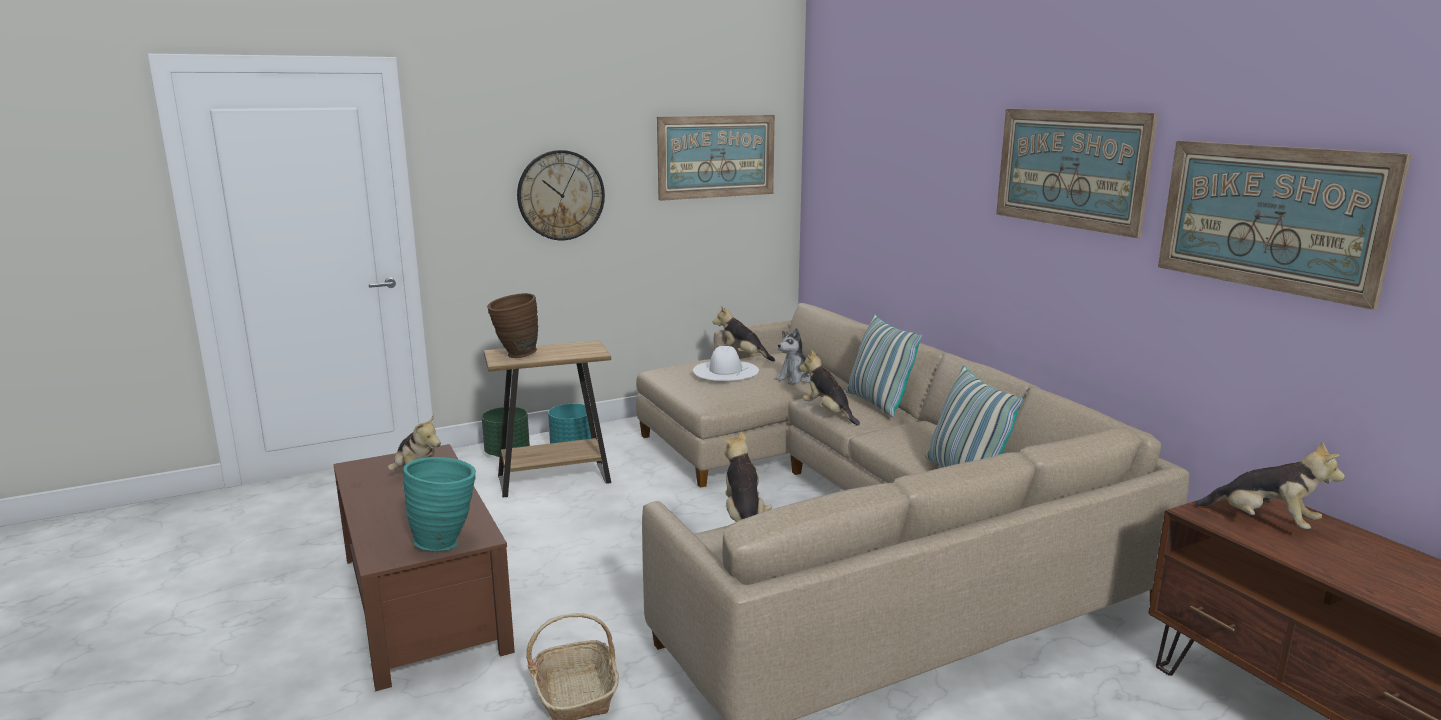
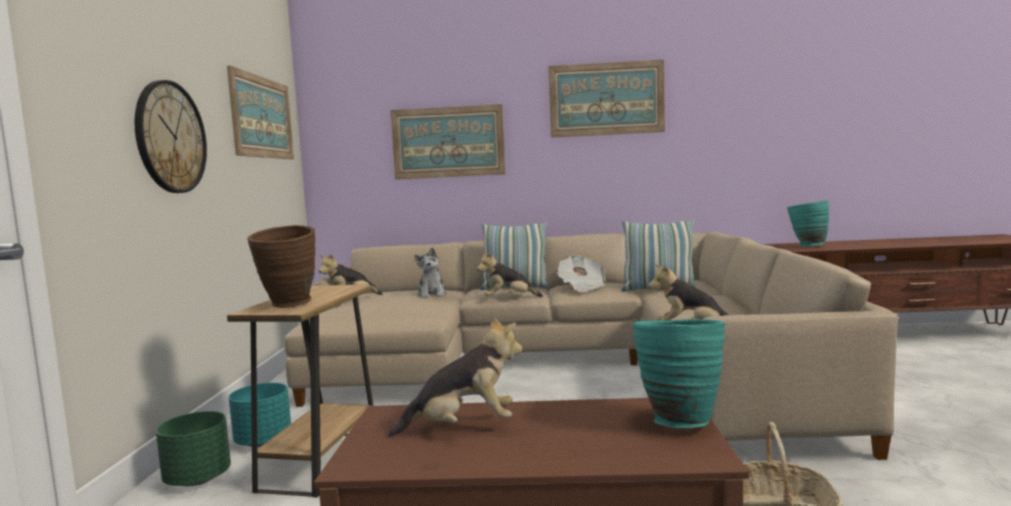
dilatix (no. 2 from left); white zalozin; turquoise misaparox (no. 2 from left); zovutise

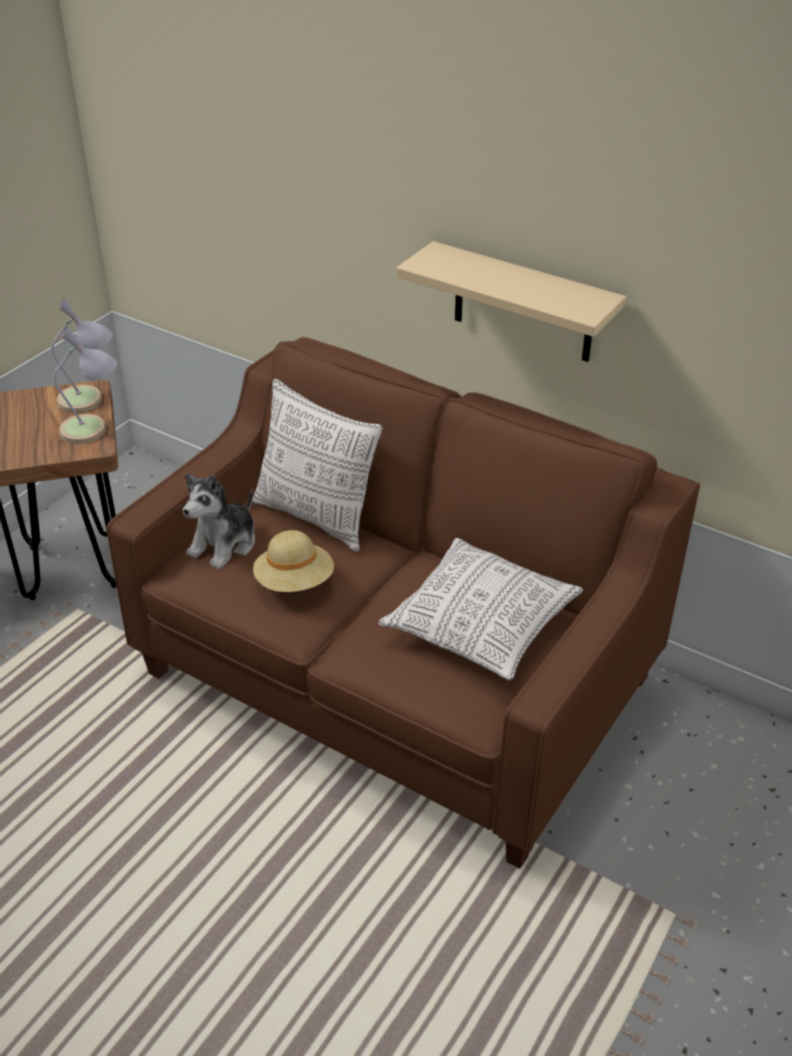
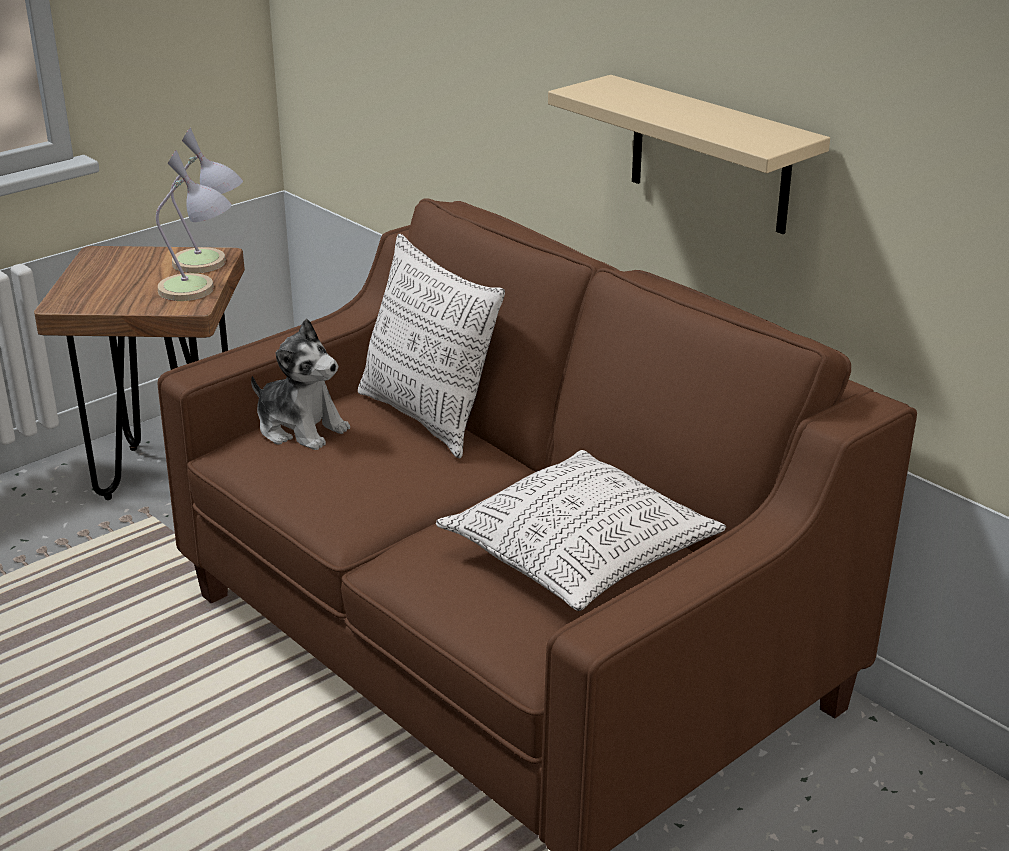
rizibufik; beige zalozin

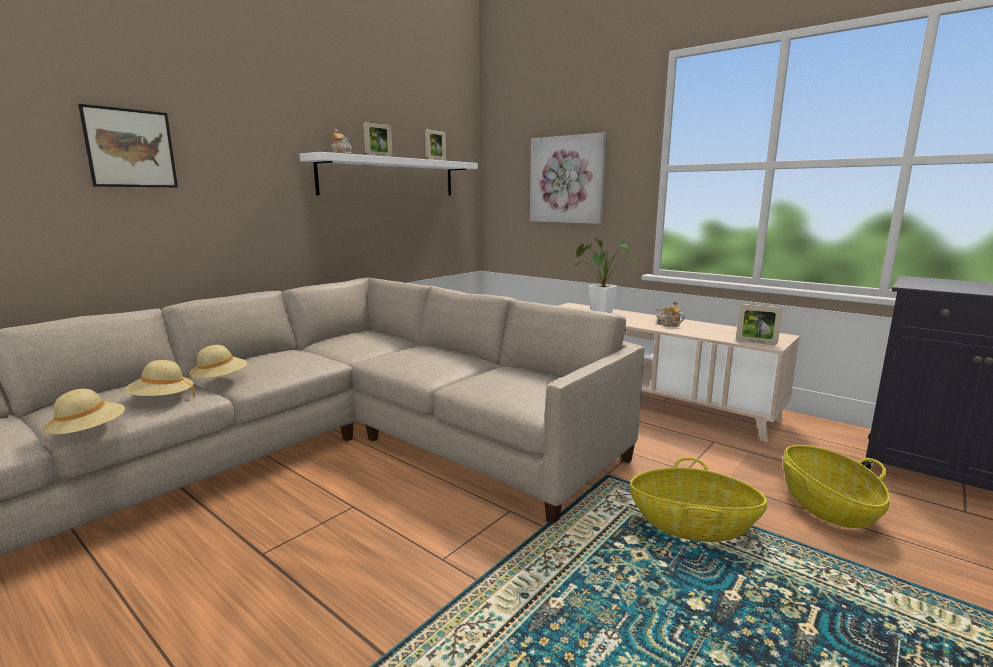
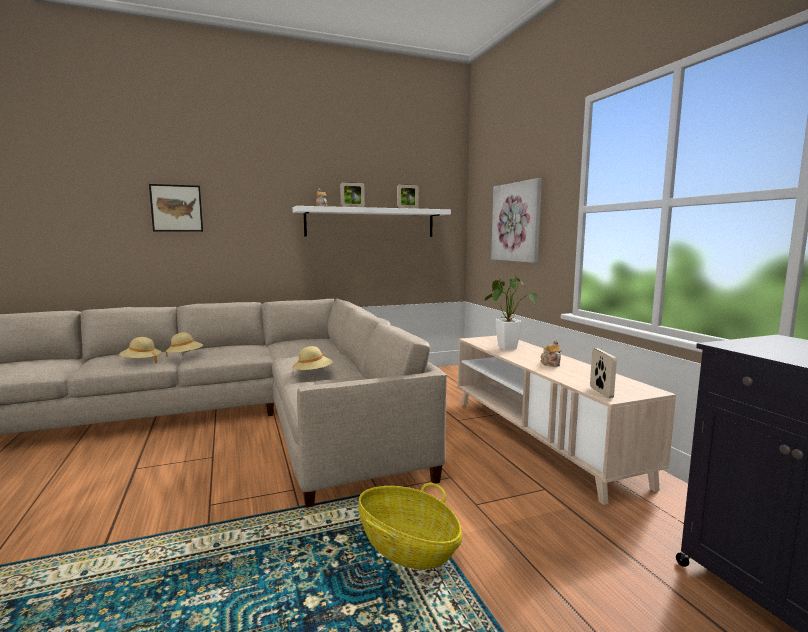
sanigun (no. 3 from left); beige zalozin (no. 3 from left); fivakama (no. 2 from left in the first image)

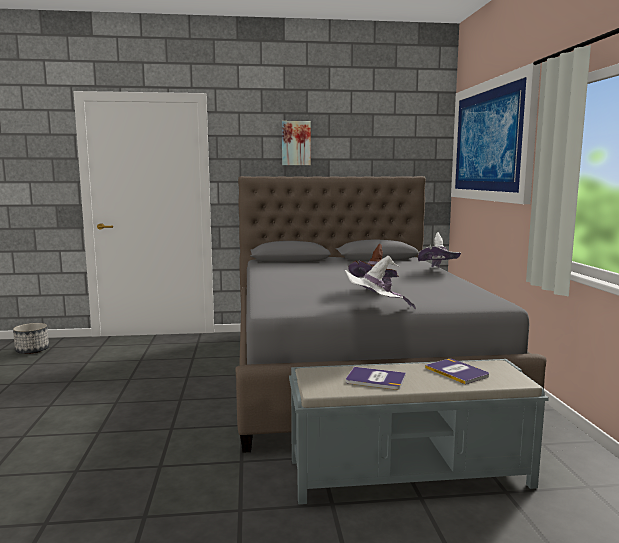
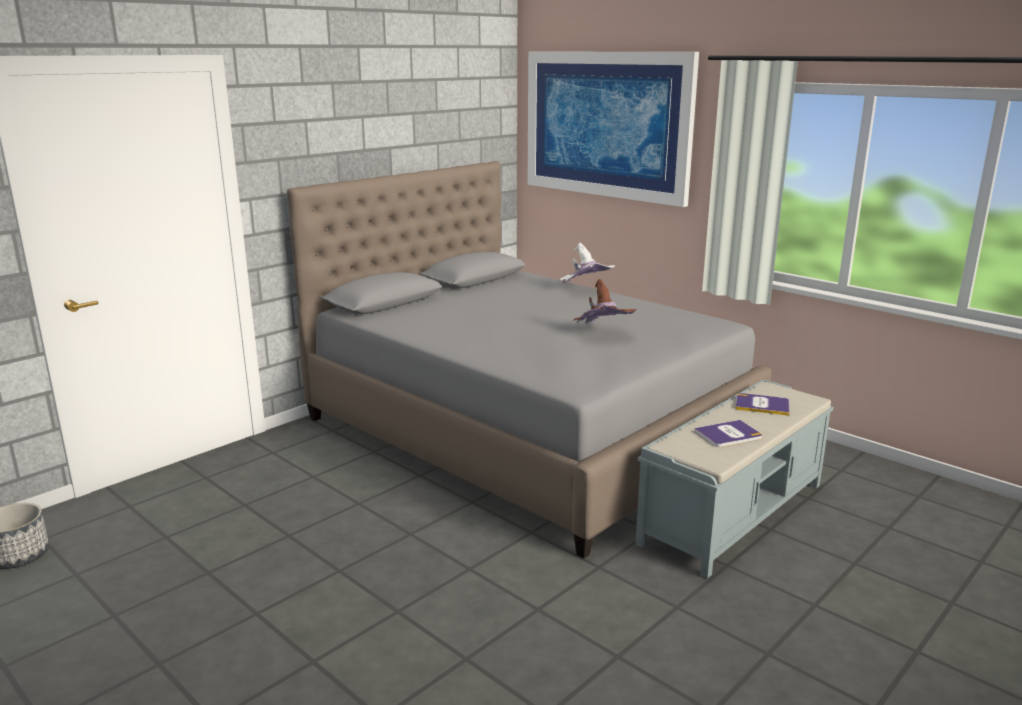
dilatix (no. 1 from left in the first image); white zalozin (no. 1 from left in the first image)

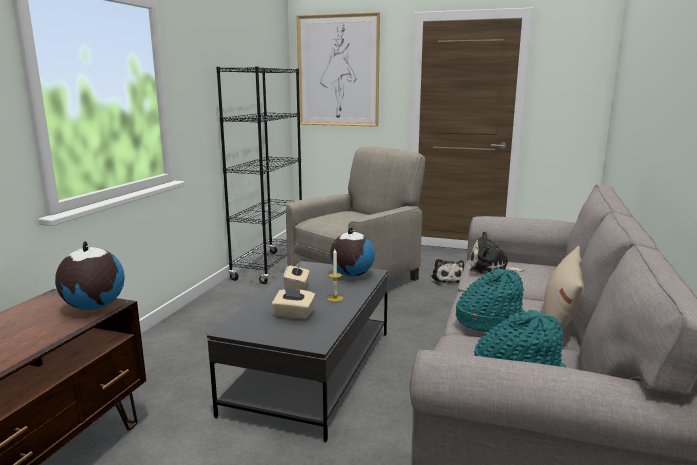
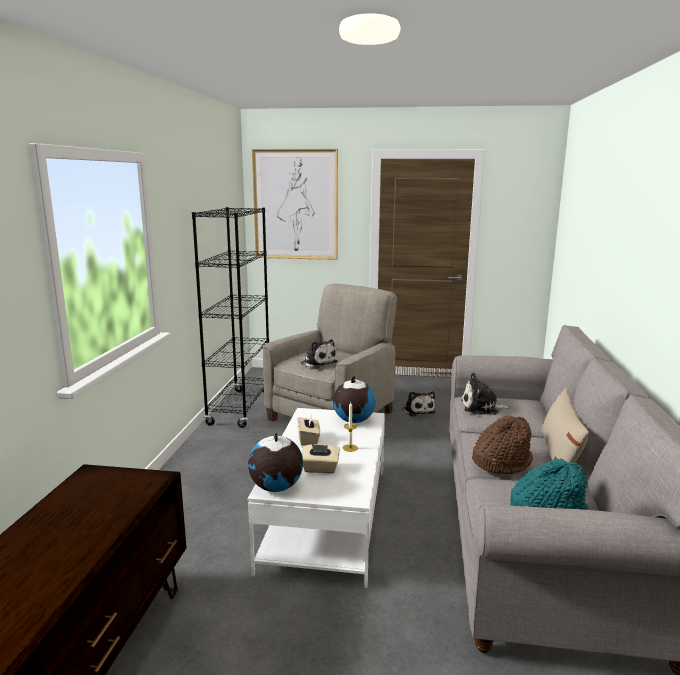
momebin (no. 1 from left); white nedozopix; brown zalozin; rizibufik (no. 1 from left)

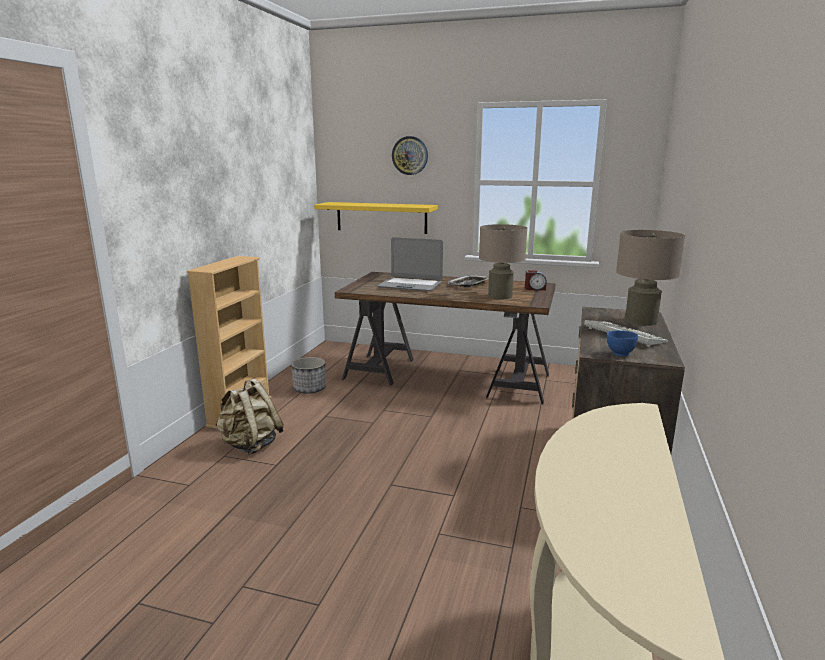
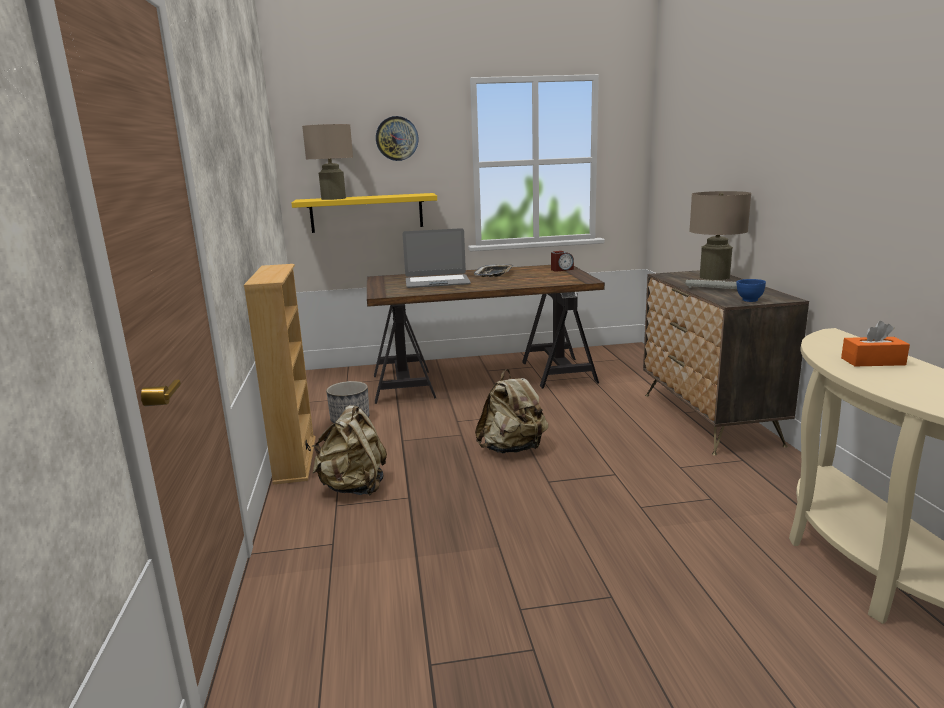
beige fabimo (no. 1 from left); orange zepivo; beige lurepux (no. 2 from left)

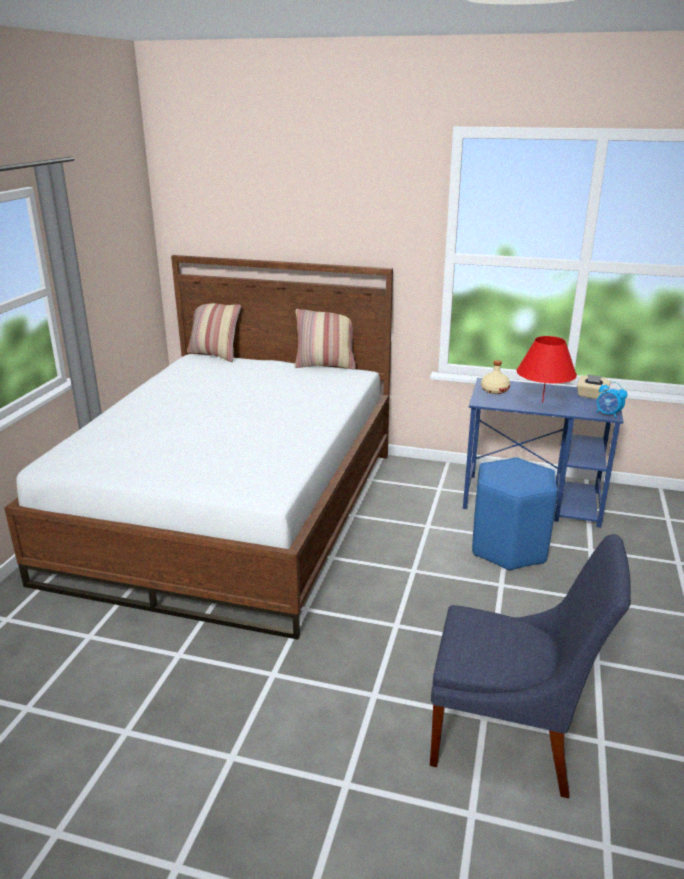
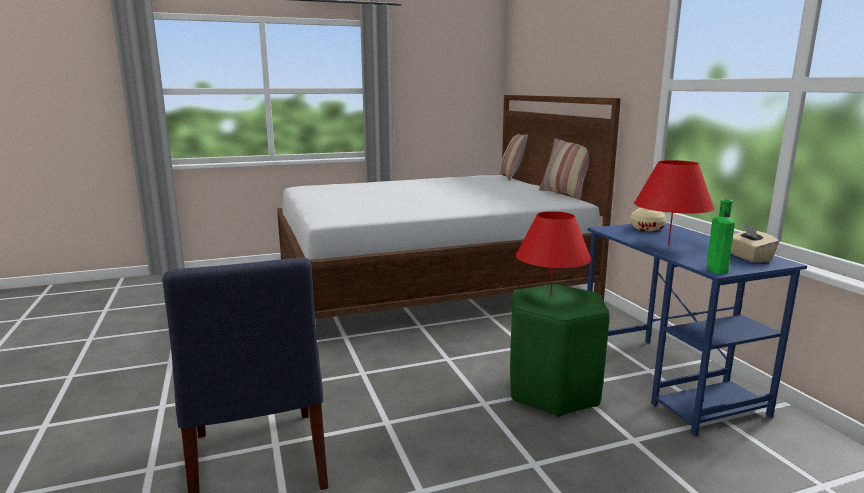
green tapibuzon; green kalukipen; red fabimo (no. 1 from left)

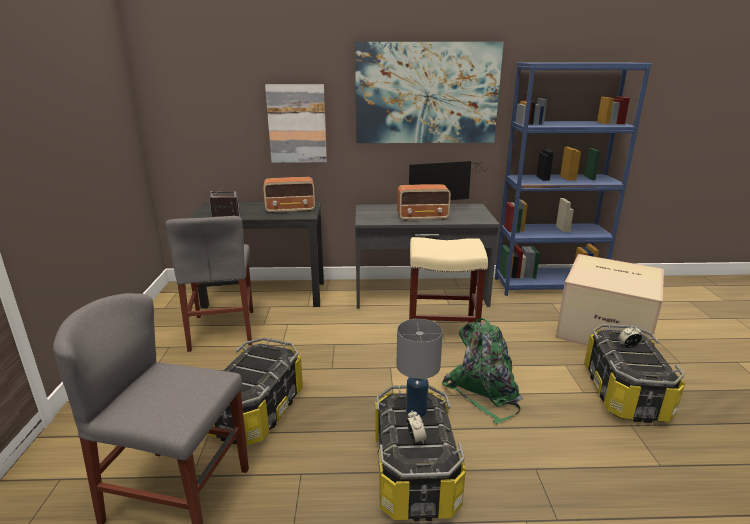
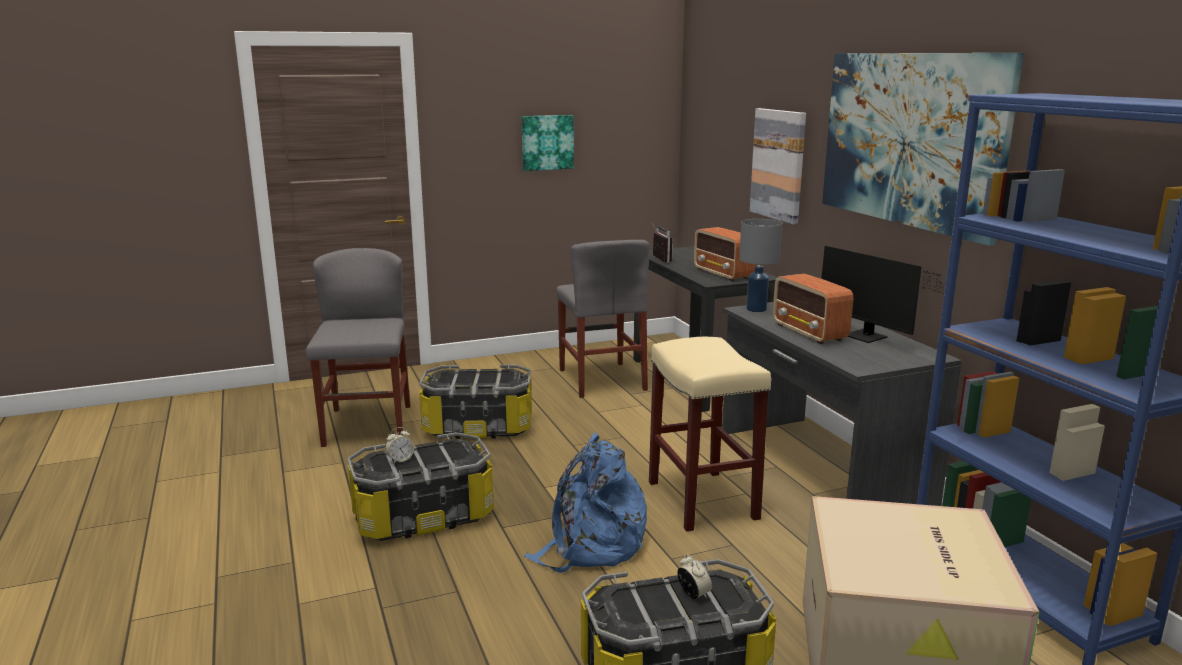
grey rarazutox (no. 2 from left); blue lurepux; grey fabimo; dilatix (no. 1 from left)

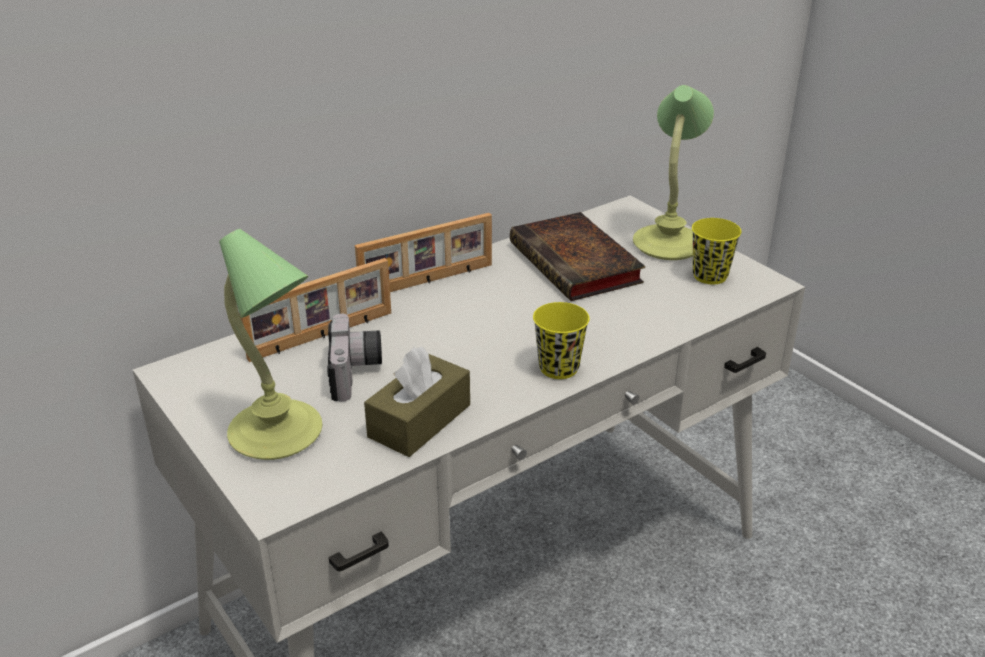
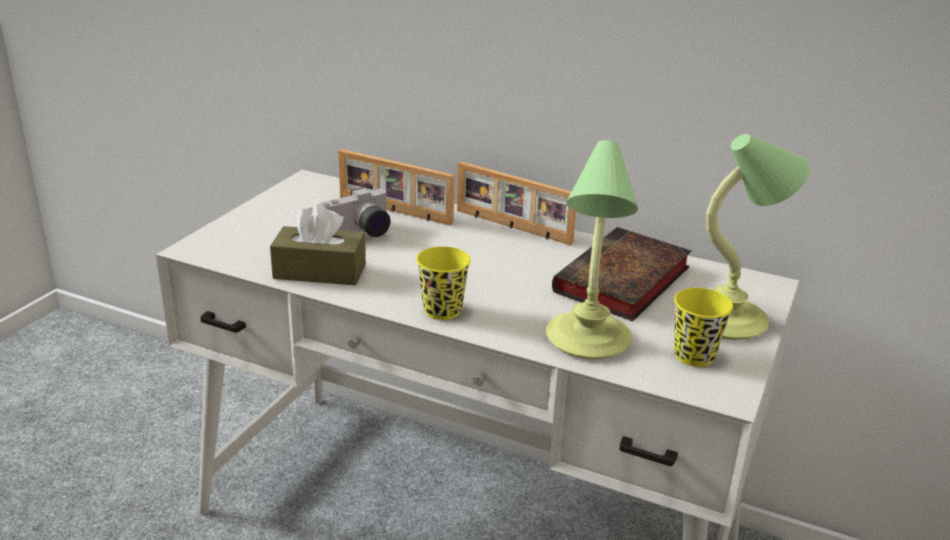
fabimo (no. 1 from left)

